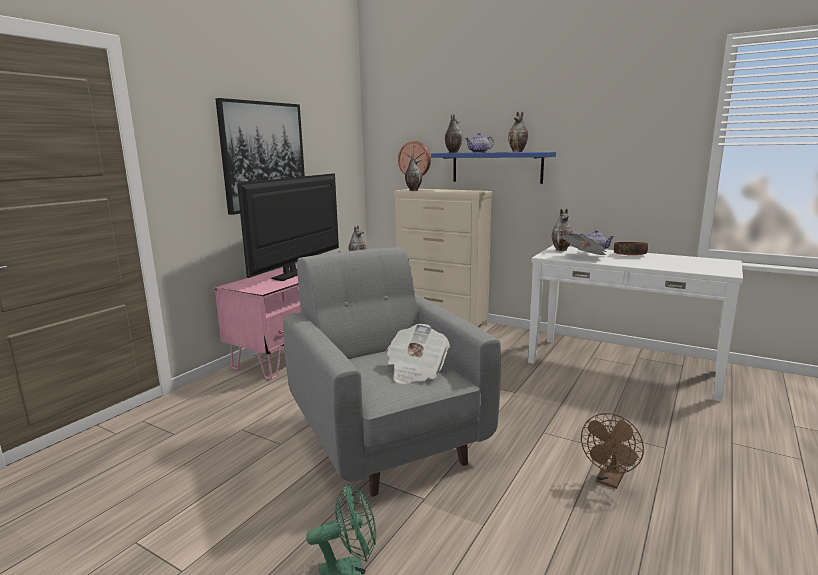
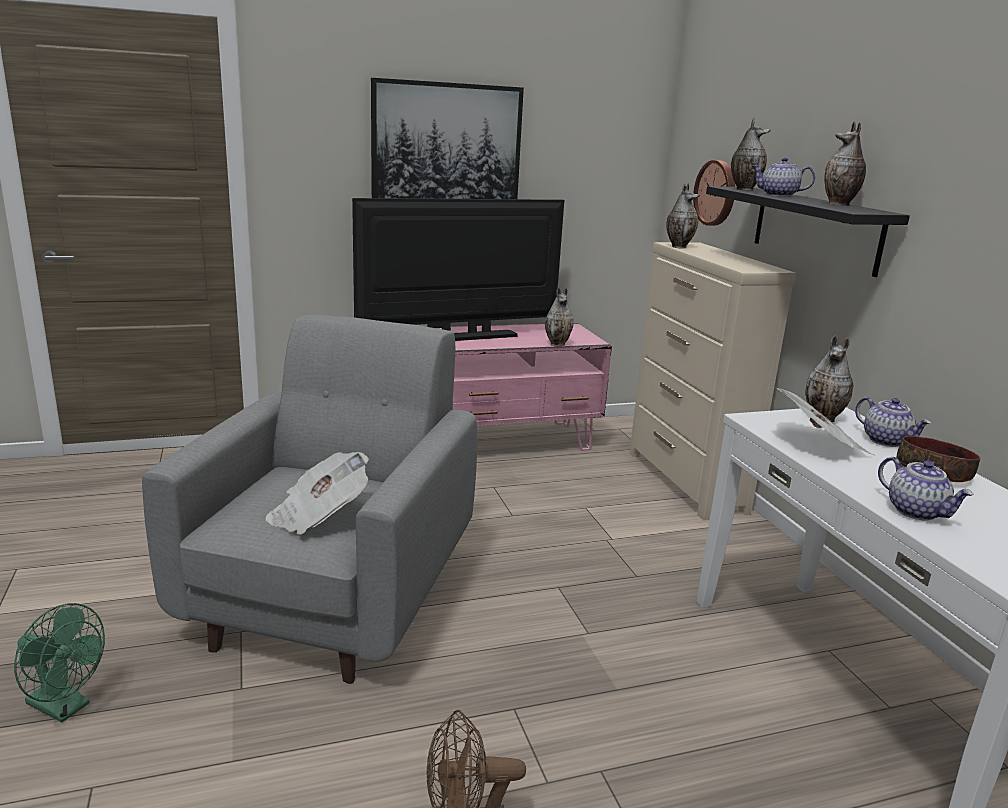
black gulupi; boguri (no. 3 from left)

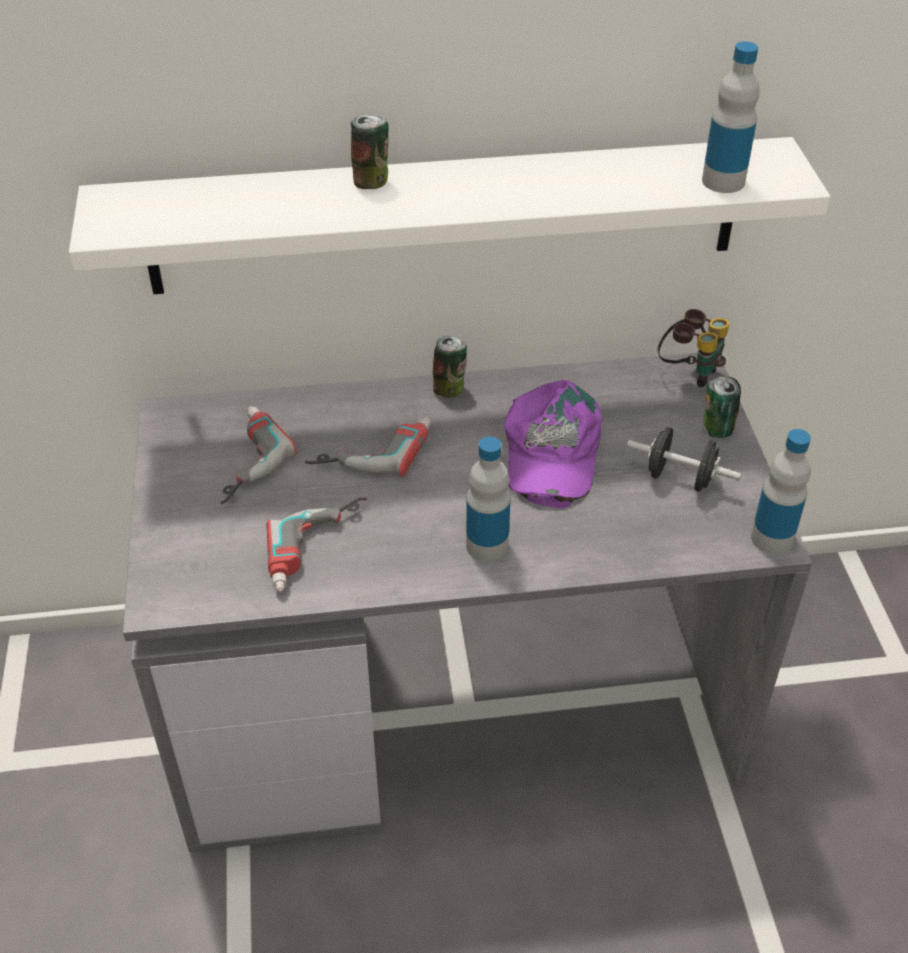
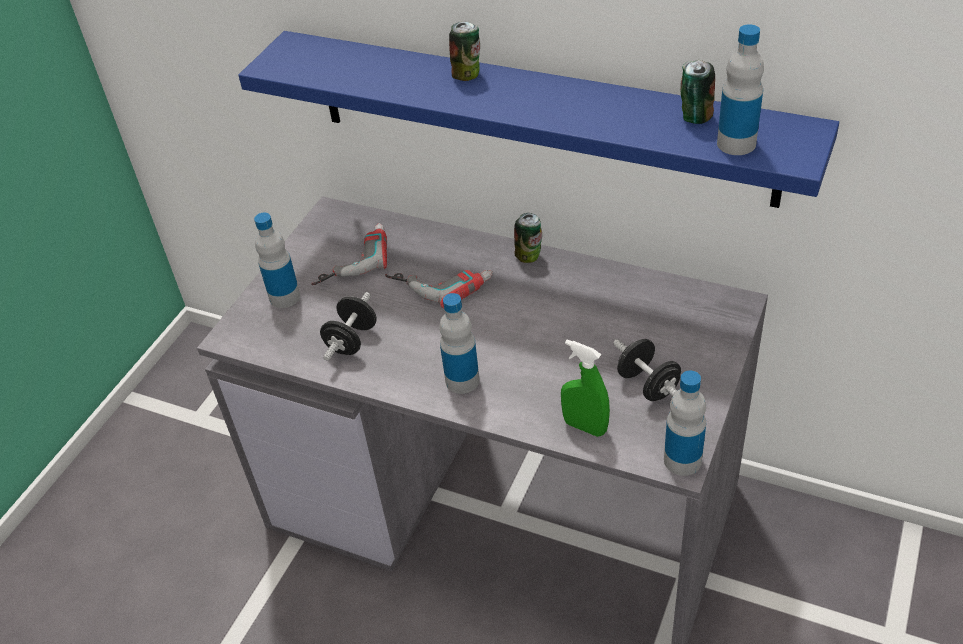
blue gulupi; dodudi; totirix (no. 3 from left); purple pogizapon; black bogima (no. 1 from left); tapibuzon (no. 1 from left); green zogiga

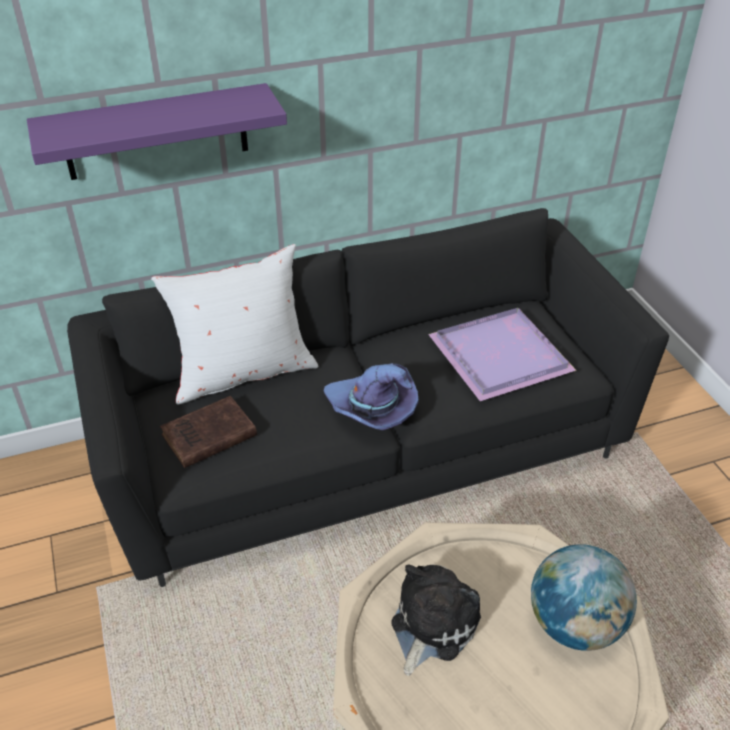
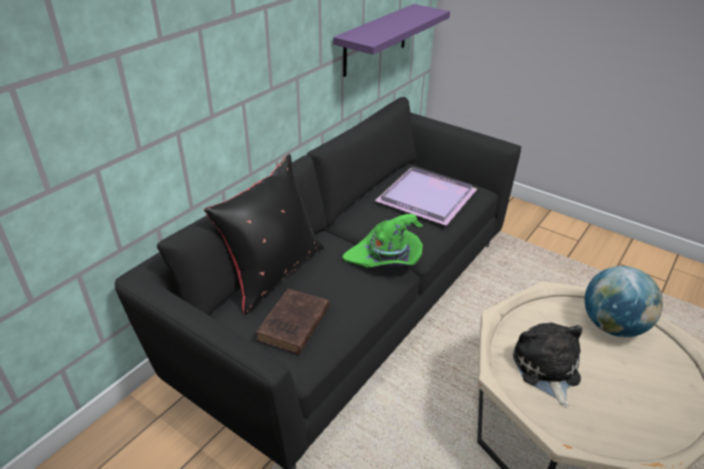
purple gulupi; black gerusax; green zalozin

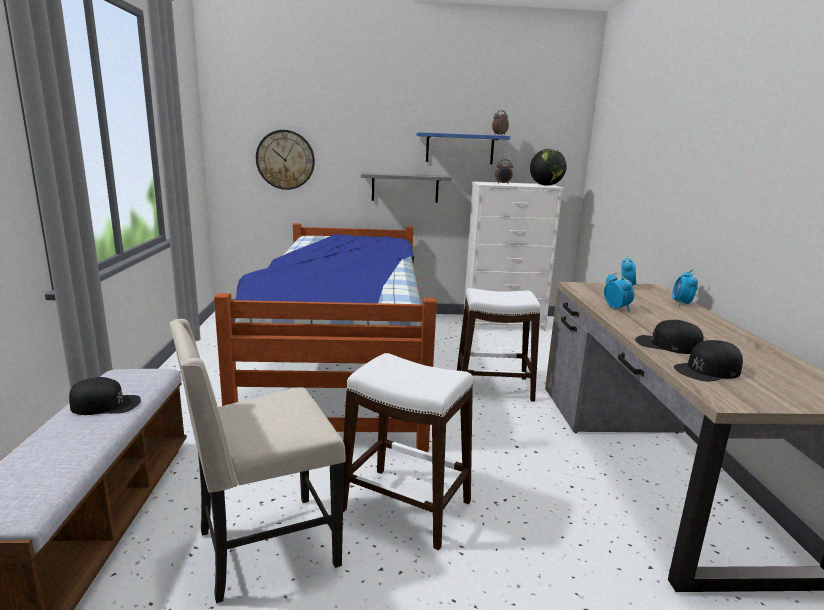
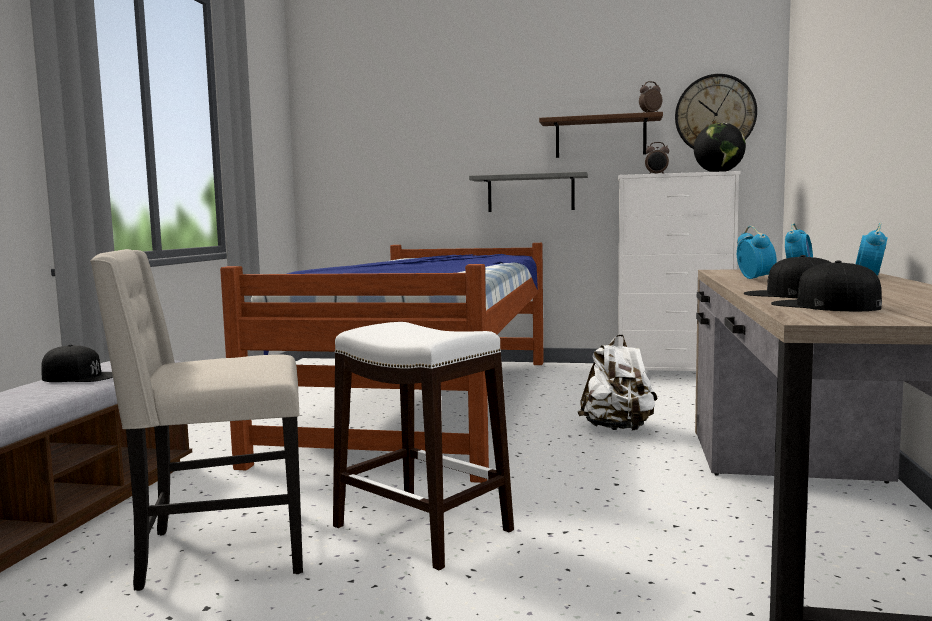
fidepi; brown gulupi; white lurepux; black pogizapon (no. 3 from left)

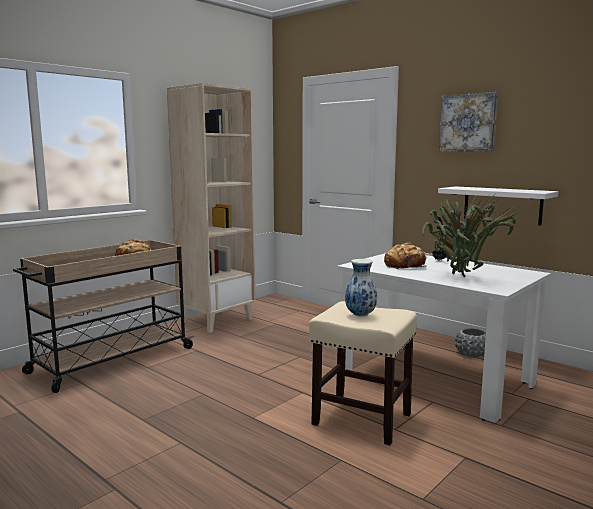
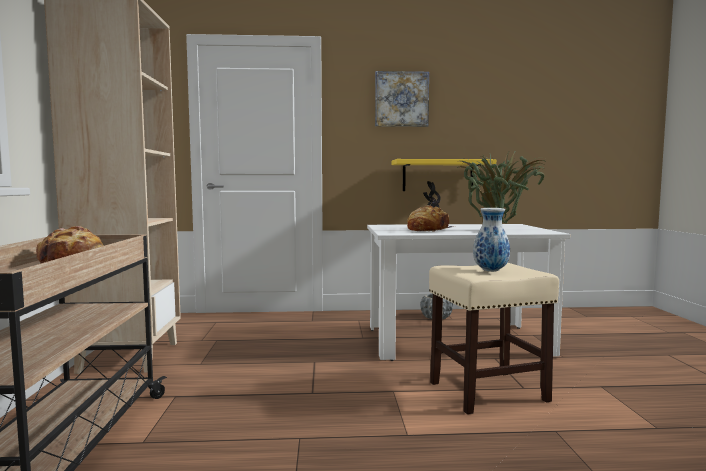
yellow gulupi

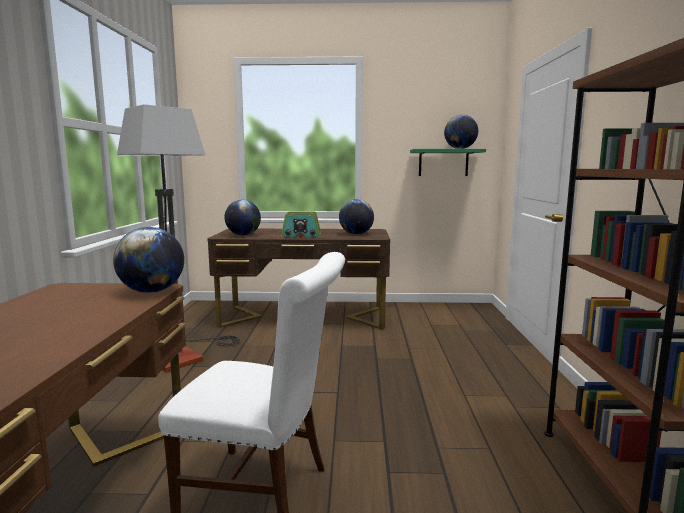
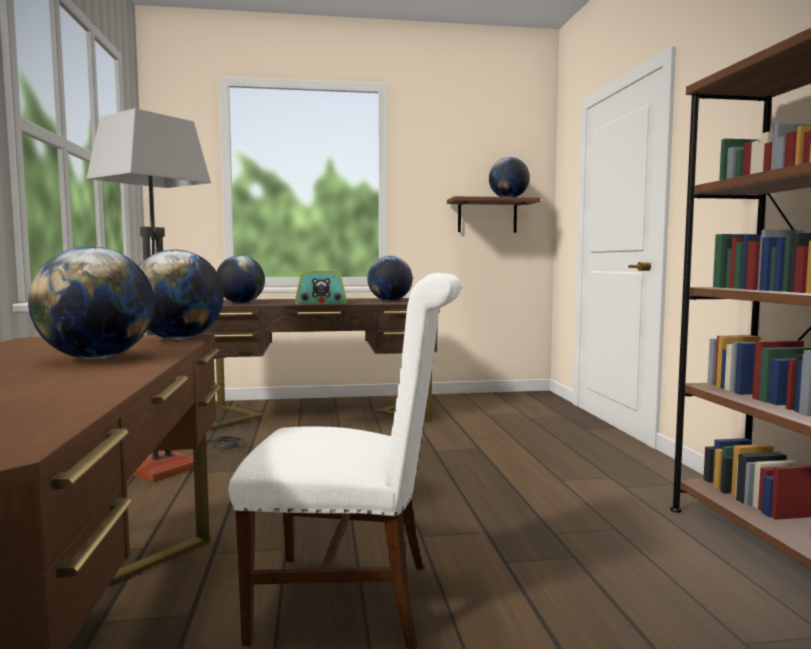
brown gulupi; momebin (no. 1 from left)

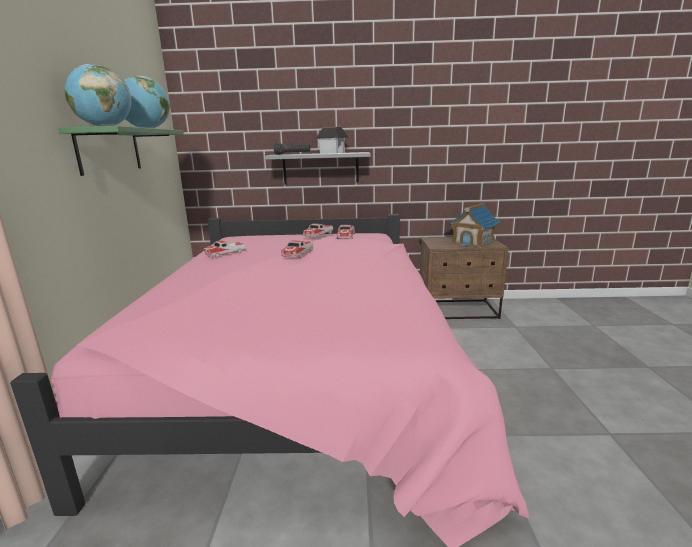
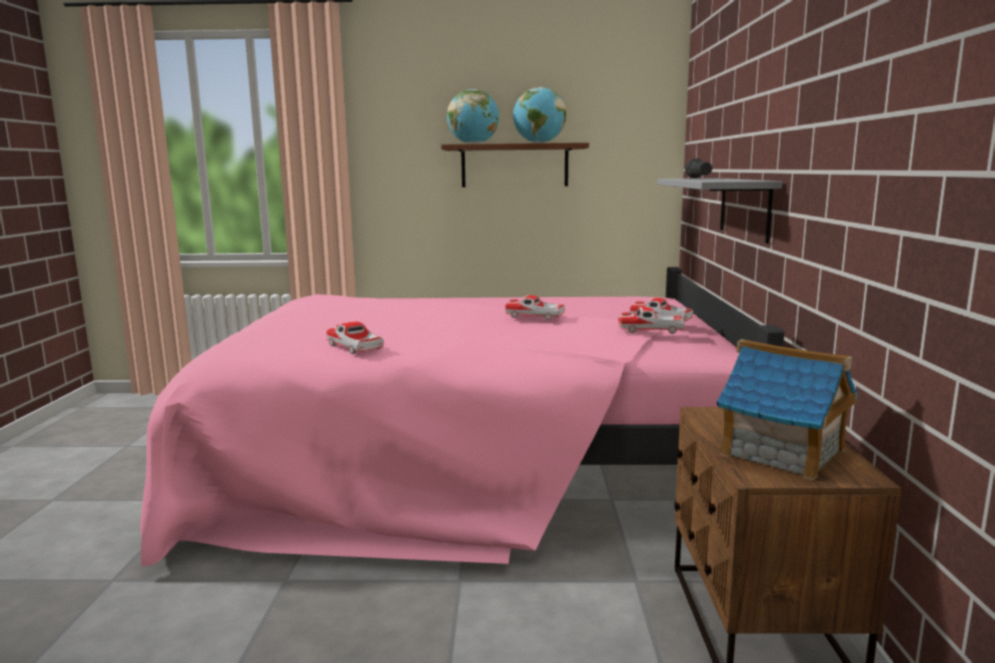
brown gulupi; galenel (no. 1 from left in the first image); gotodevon (no. 1 from left)

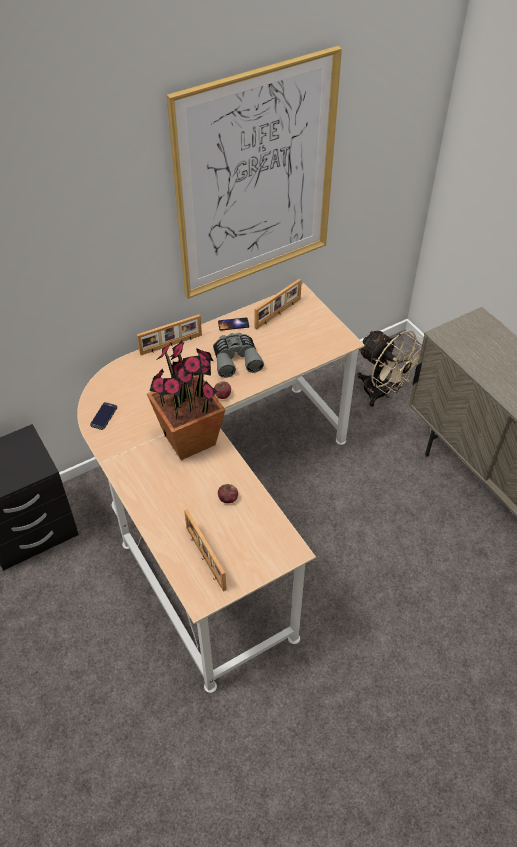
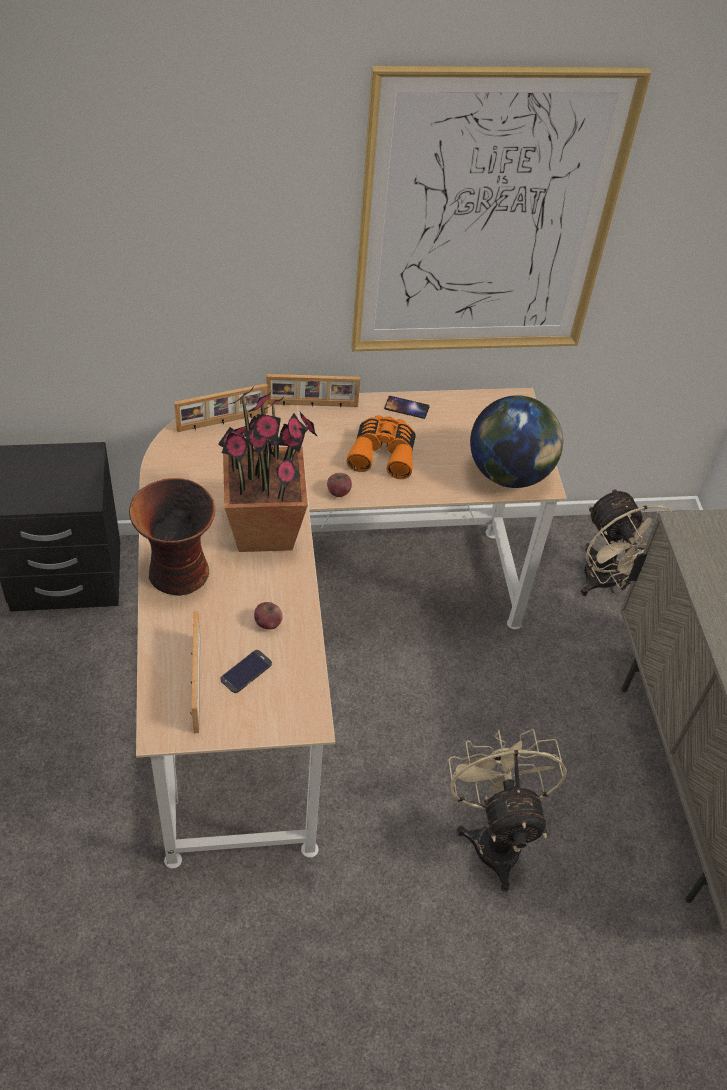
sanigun (no. 2 from left); orange dodudi; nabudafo (no. 1 from left); momebin; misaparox; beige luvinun (no. 1 from left)

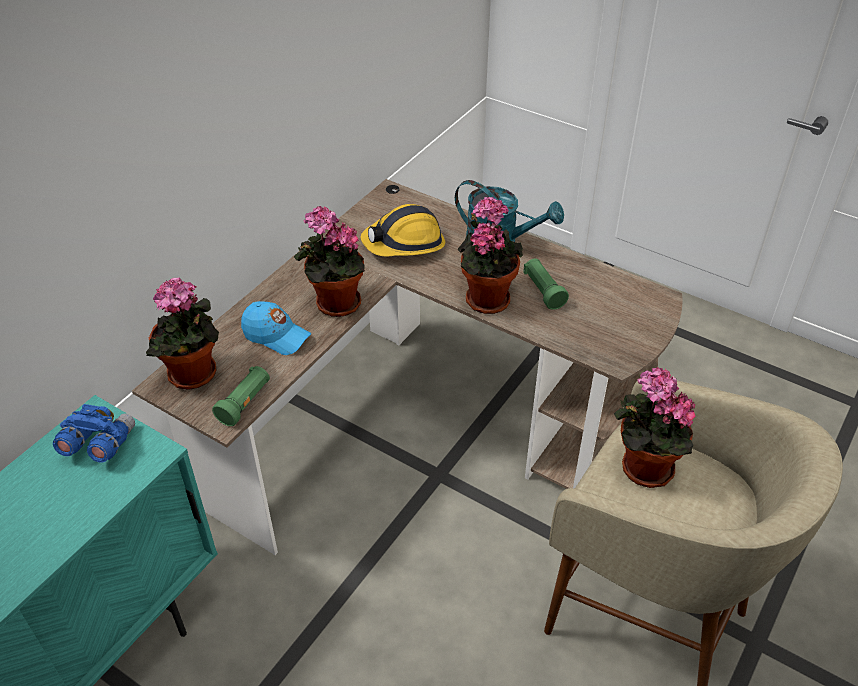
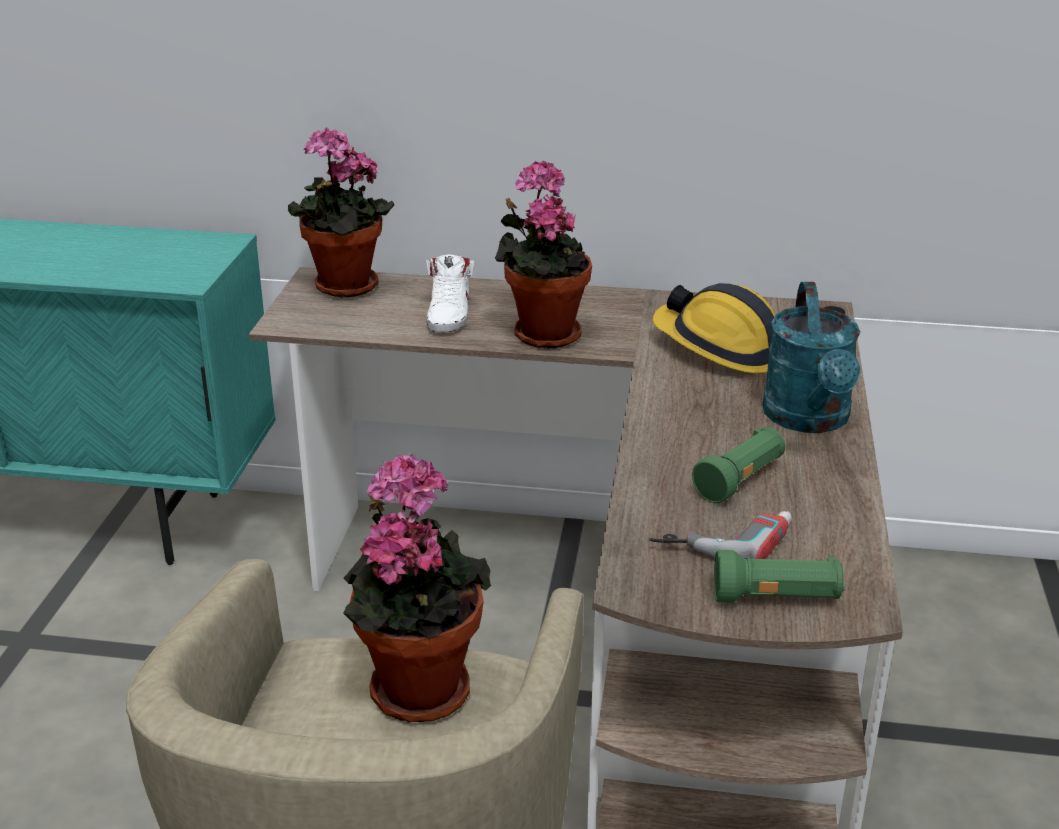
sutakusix (no. 3 from left in the first image); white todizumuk; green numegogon (no. 2 from left); blue dodudi; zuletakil

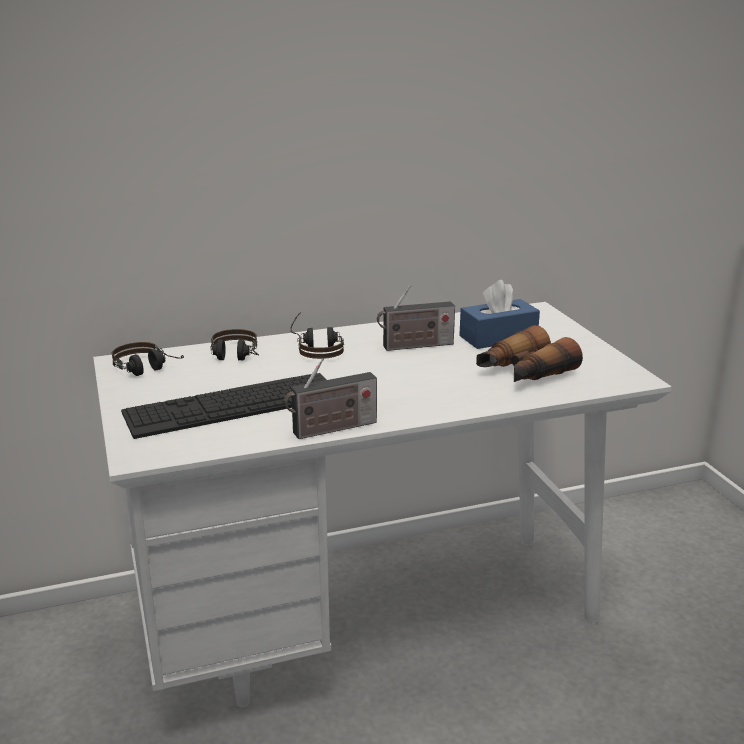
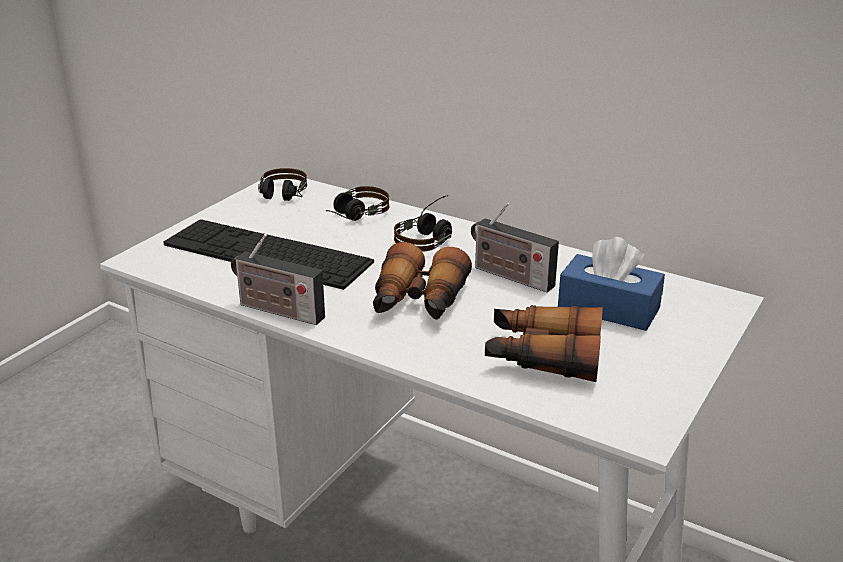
dodudi (no. 1 from left)

